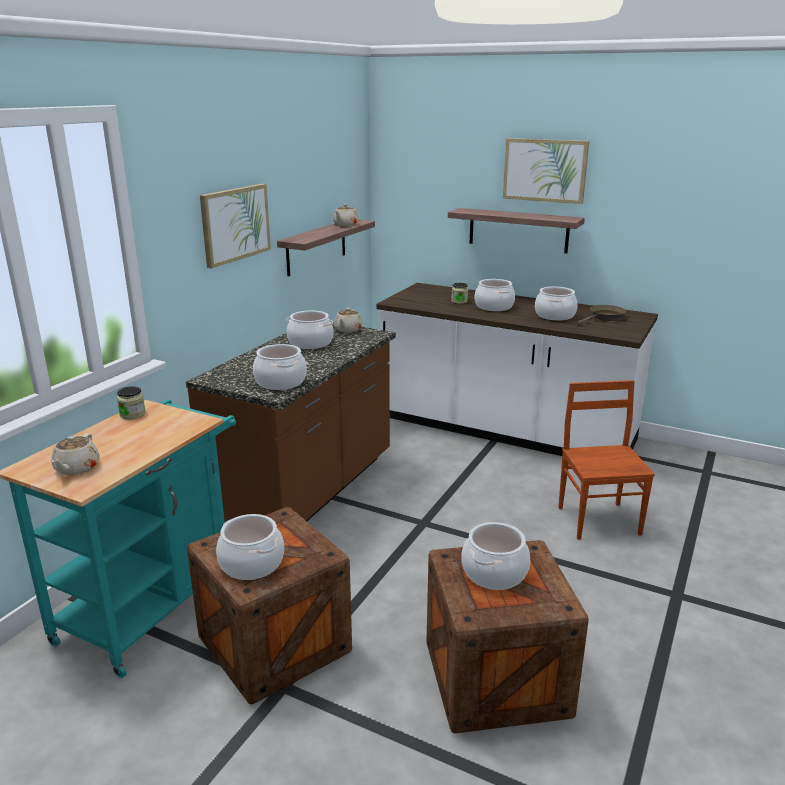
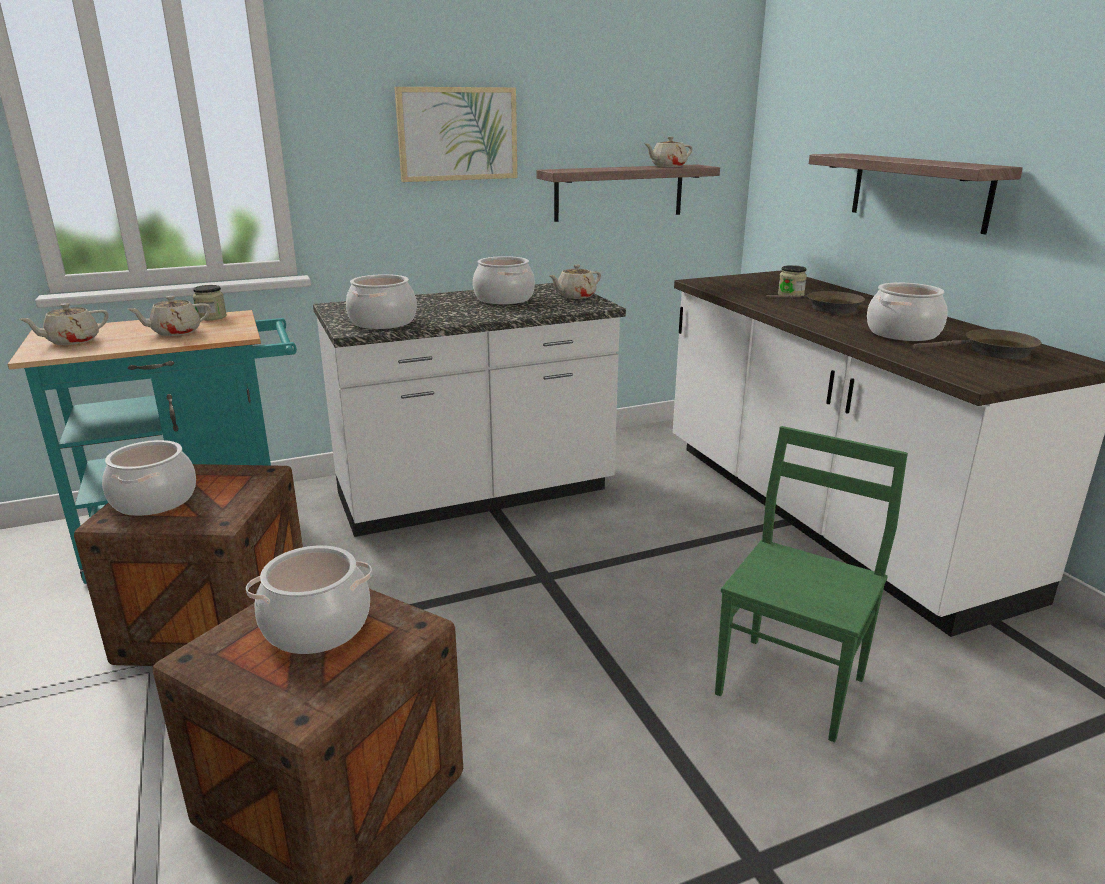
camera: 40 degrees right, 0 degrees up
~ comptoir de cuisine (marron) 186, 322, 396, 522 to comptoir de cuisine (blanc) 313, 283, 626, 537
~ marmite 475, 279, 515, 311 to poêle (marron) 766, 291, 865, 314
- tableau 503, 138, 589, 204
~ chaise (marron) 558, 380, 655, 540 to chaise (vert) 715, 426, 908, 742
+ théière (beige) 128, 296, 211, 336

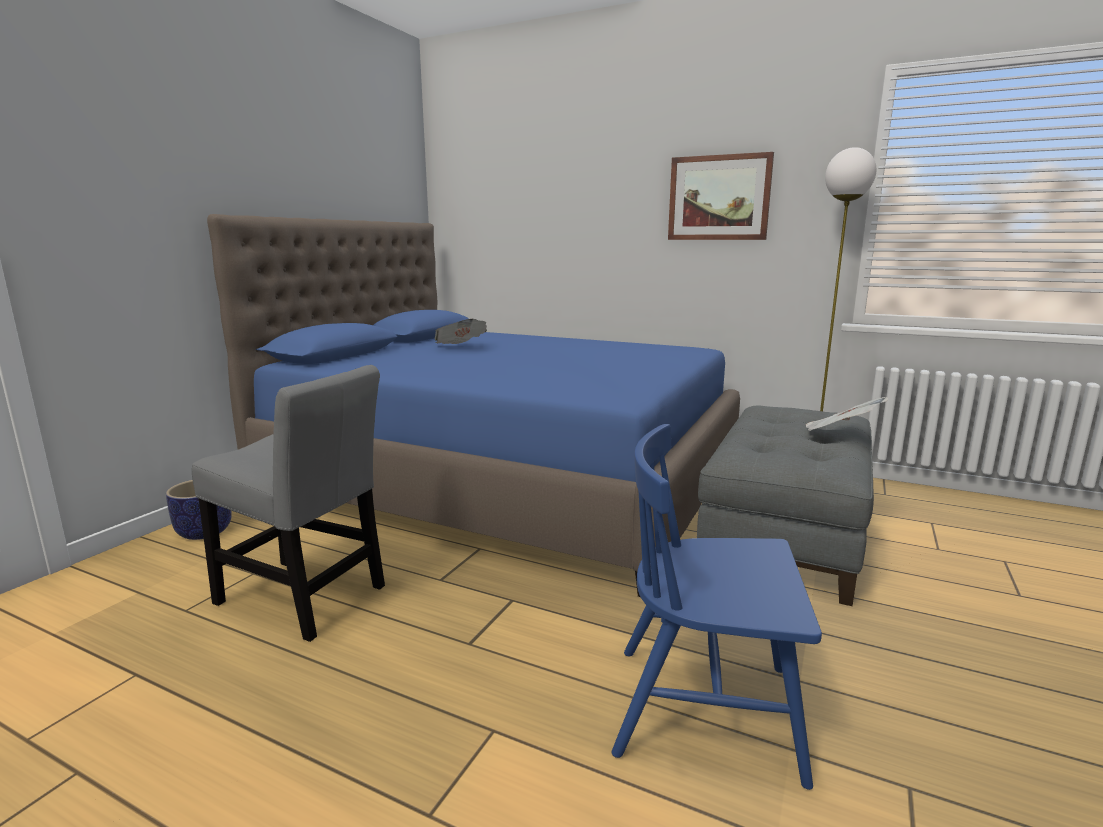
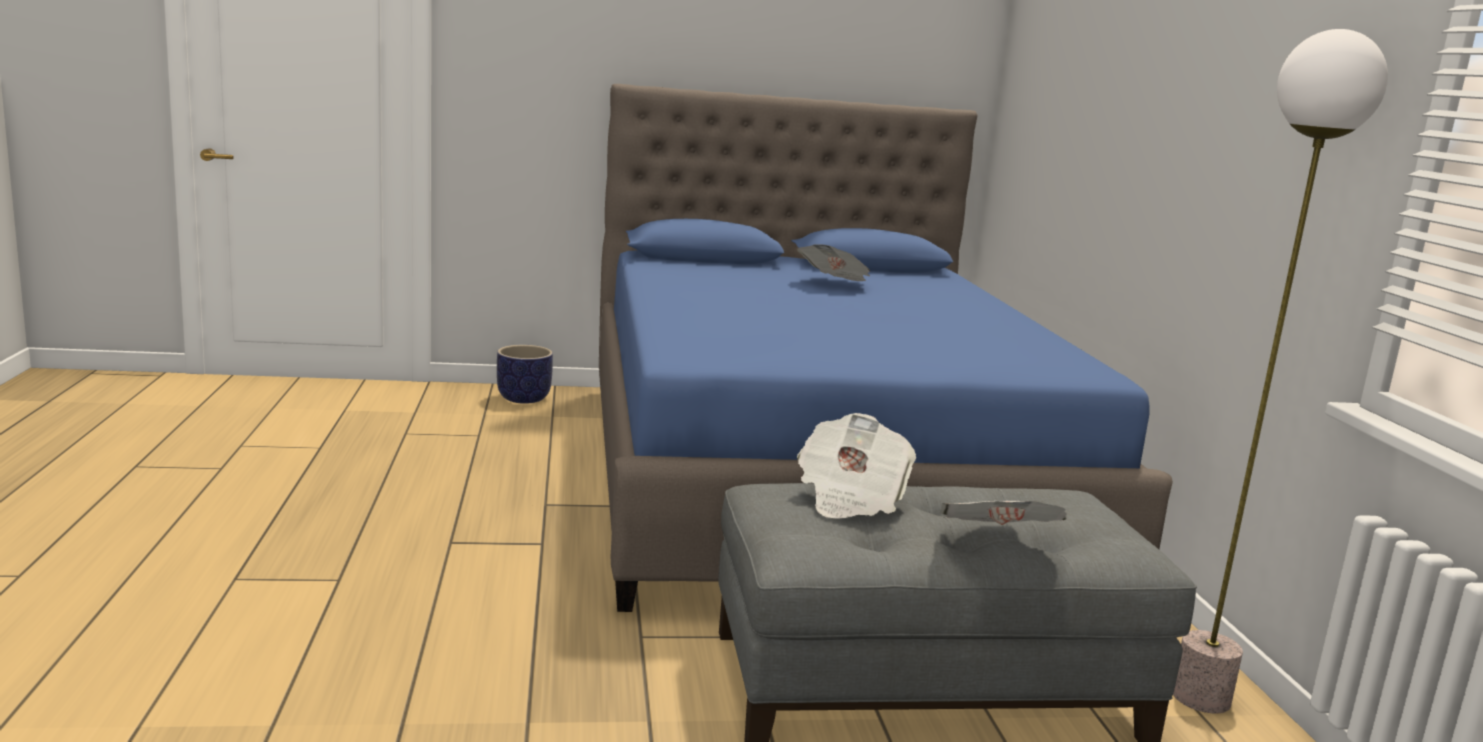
camera: 55 degrees right, 0 degrees up
- chaise (gris) 192, 365, 385, 642
- chaise (bleu) 612, 424, 822, 790
- tableau 668, 152, 774, 240
+ journal 797, 413, 916, 519

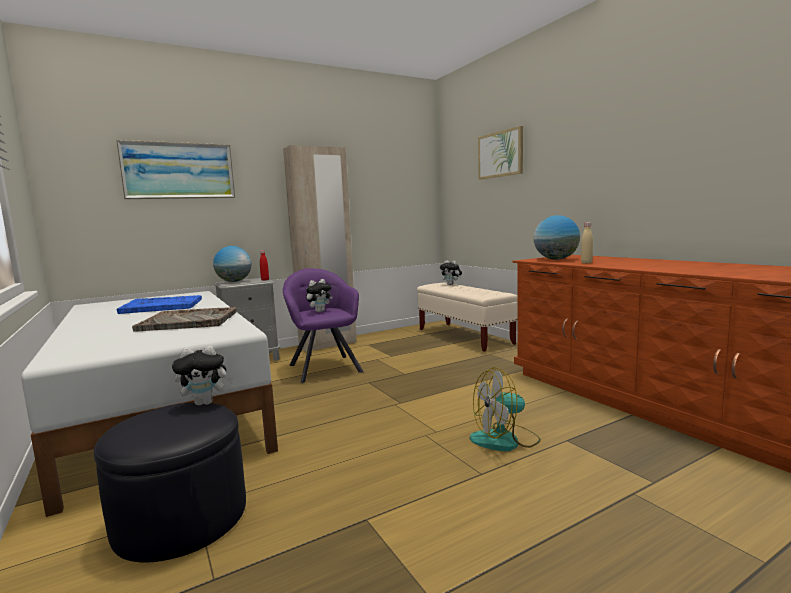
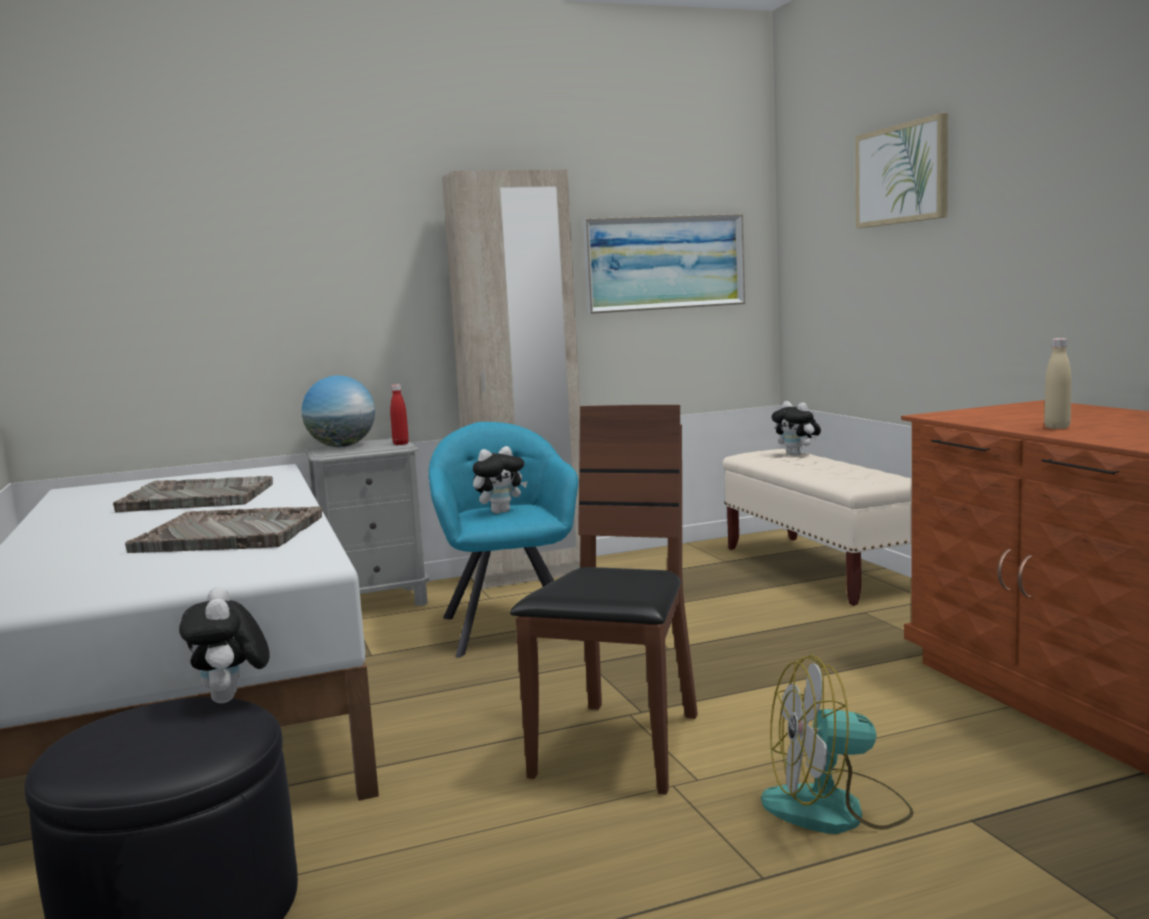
camera: 10 degrees right, 0 degrees up
~ tableau 116, 140, 235, 199 to 583, 214, 745, 314
~ plateau (bleu) 116, 295, 202, 314 to plateau (gris) 113, 476, 273, 513
~ peluche 172, 345, 233, 405 = 179, 586, 270, 703 75 degrees clockwise
~ fauteuil (violet) 283, 268, 364, 383 to fauteuil (turquoise) 429, 422, 581, 658
- globe 534, 215, 580, 260
+ chaise (marron) 510, 405, 698, 795

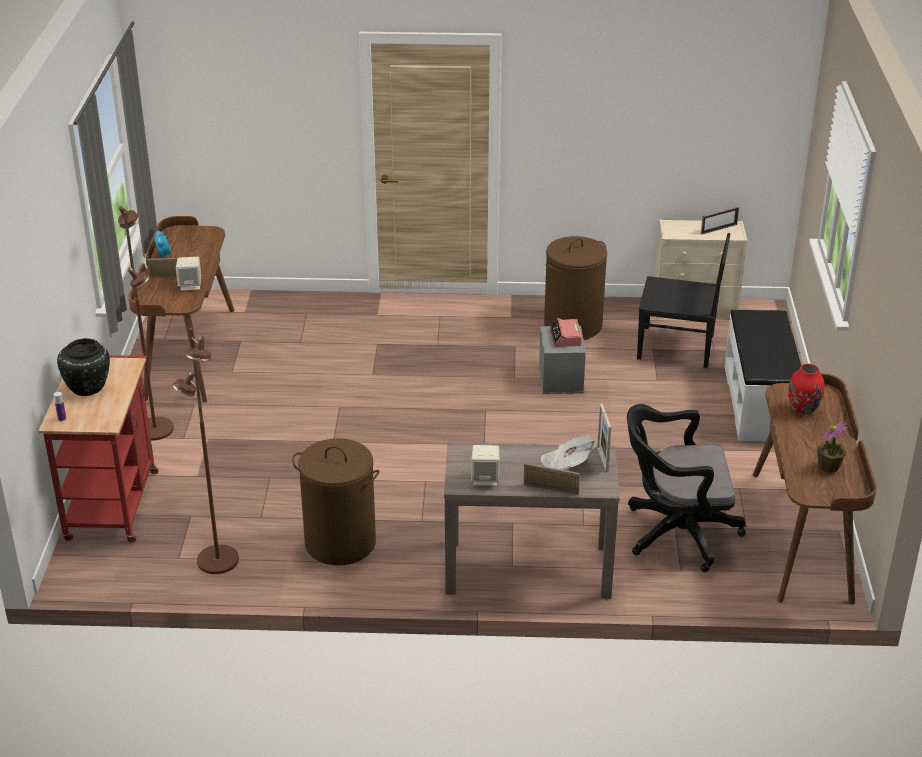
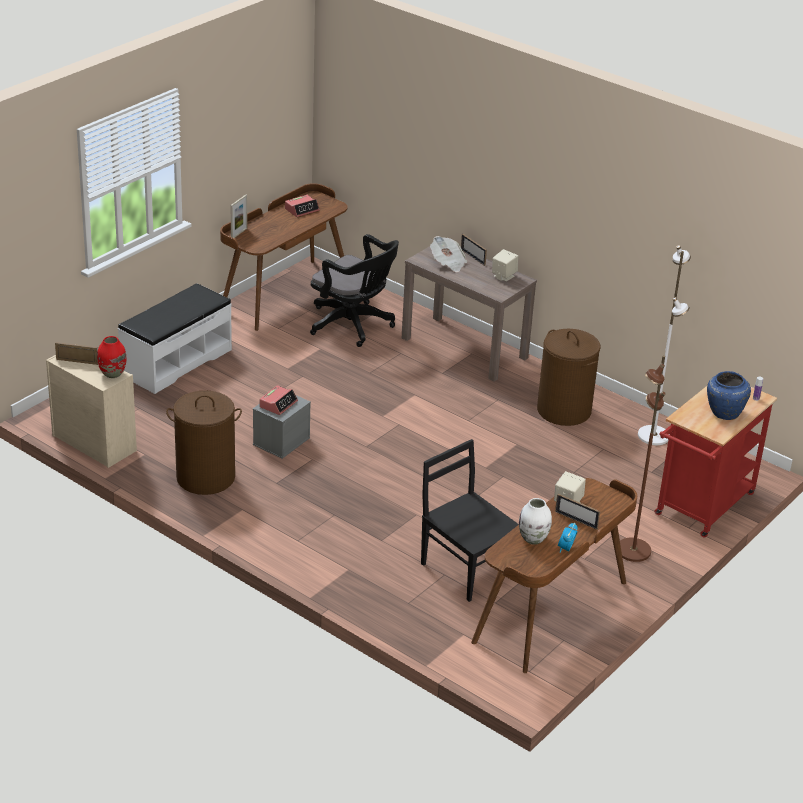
camera: 145 degrees left, 0 degrees up
~ vase (noir) 57, 338, 110, 396 to vase (bleu) 707, 371, 751, 420
~ lampadaire (marron) 173, 328, 239, 574 to lampadaire (blanc) 638, 245, 691, 445
~ cadre photo 597, 404, 611, 472 to 231, 195, 247, 238
~ chaise (noir) 637, 233, 730, 368 to 421, 439, 519, 602
~ vase (rouge) 788, 364, 825, 415 to 97, 336, 127, 378
~ plante en pot 817, 421, 847, 473 to réveil 285, 195, 320, 217
+ vase (blanc) 519, 498, 552, 545

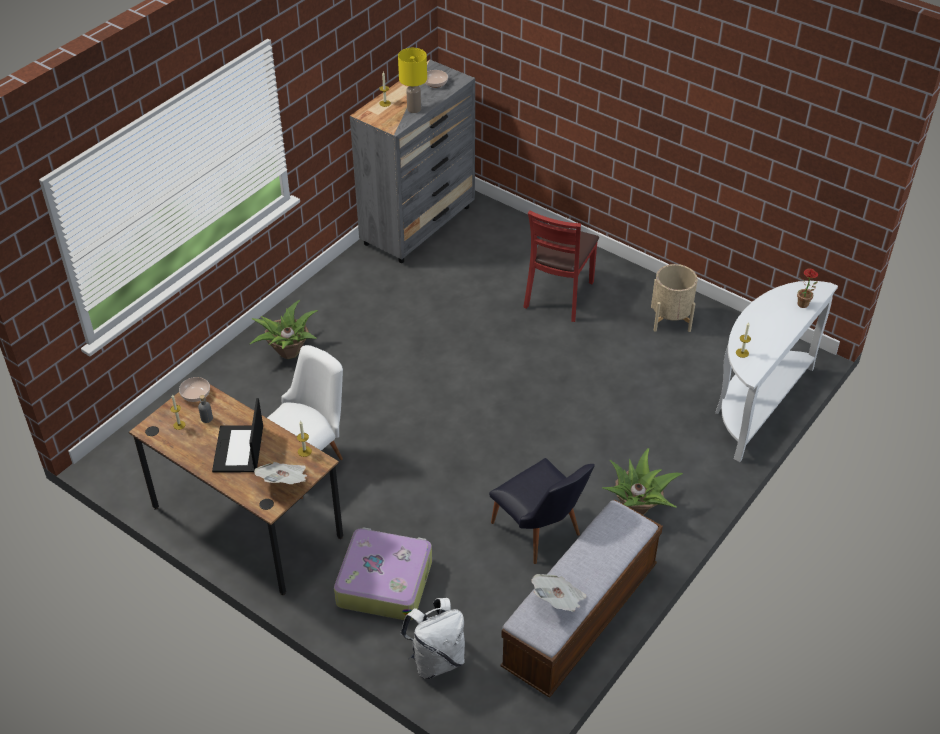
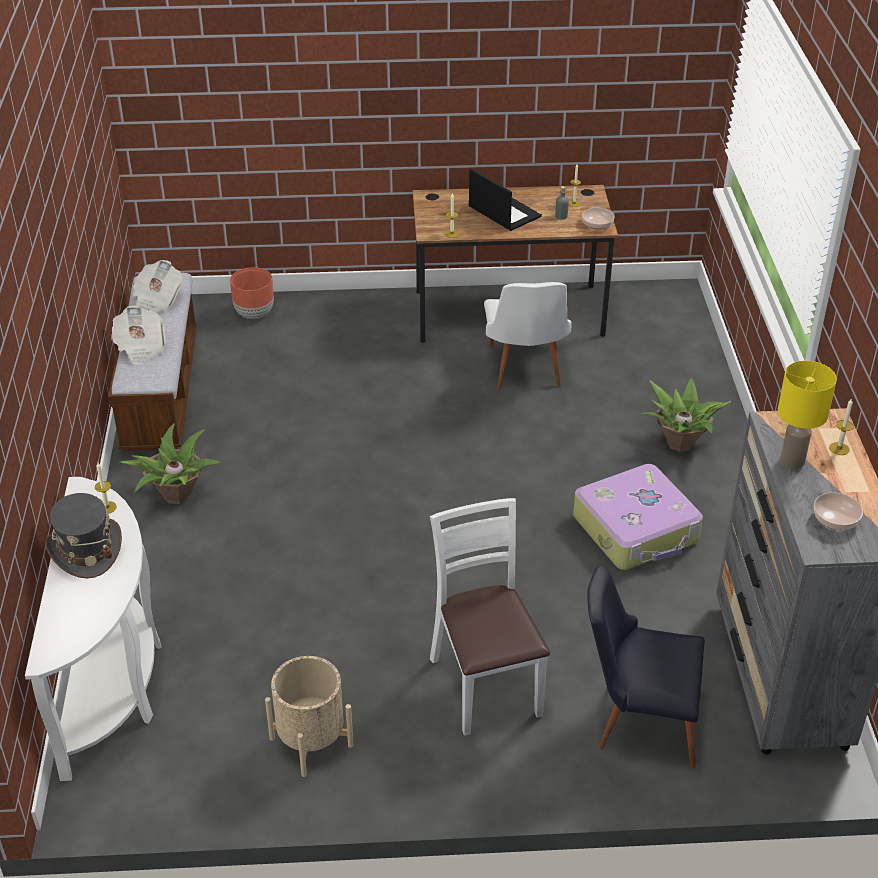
camera: 140 degrees right, 5 degrees down
~ journal 254, 462, 307, 484 to 111, 305, 165, 365
~ valise 334, 527, 432, 620 to 573, 464, 703, 570
~ sac à dos (blanc) 401, 598, 465, 679 to cache-pot (marron) 230, 267, 274, 319
~ chaise (noir) 489, 458, 595, 564 to 587, 565, 705, 768
~ chaise (rouge) 523, 211, 599, 322 to chaise (blanc) 430, 498, 550, 736
- plante en pot 797, 268, 818, 308
+ chapeau (gris) 45, 493, 122, 578

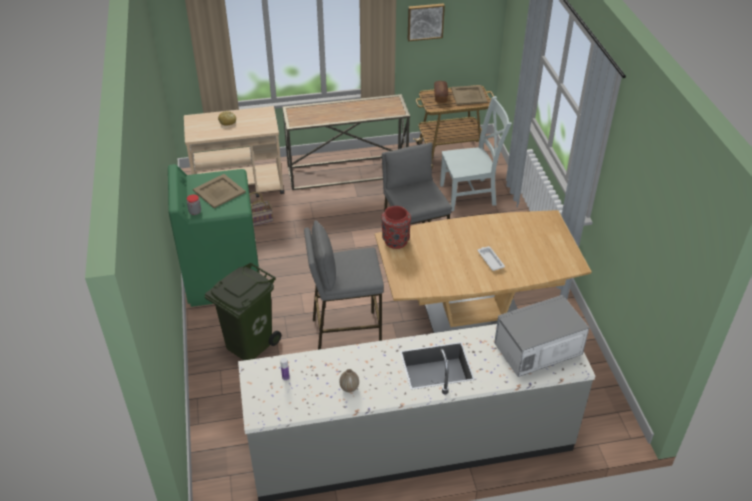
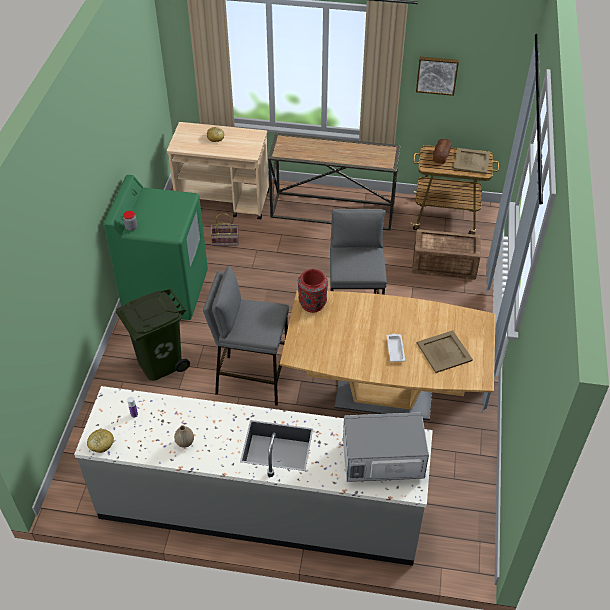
camera: 20 degrees right, 5 degrees up
~ plateau (beige) 193, 174, 246, 208 to 417, 330, 473, 373
~ chaise (gris) 440, 96, 512, 211 to caisse 412, 229, 481, 279
+ pain 87, 429, 114, 453

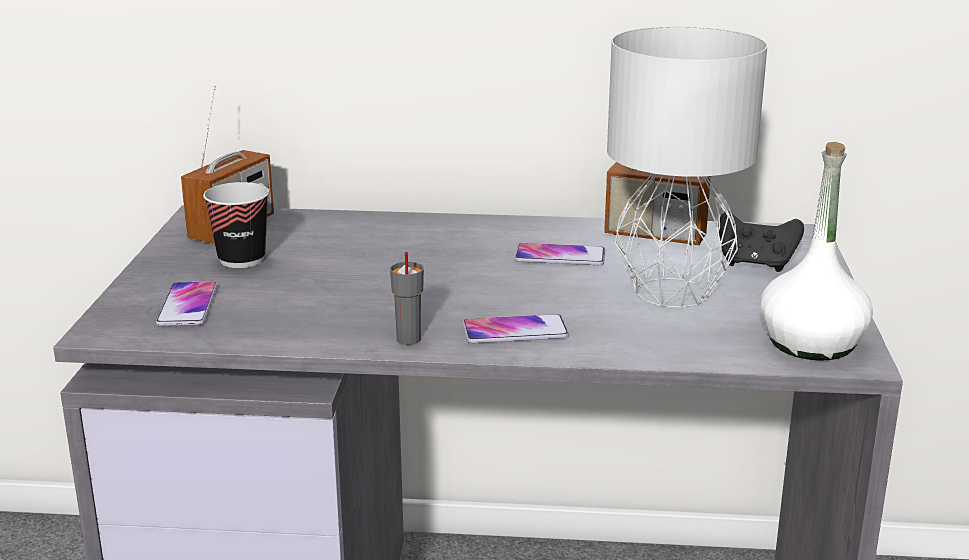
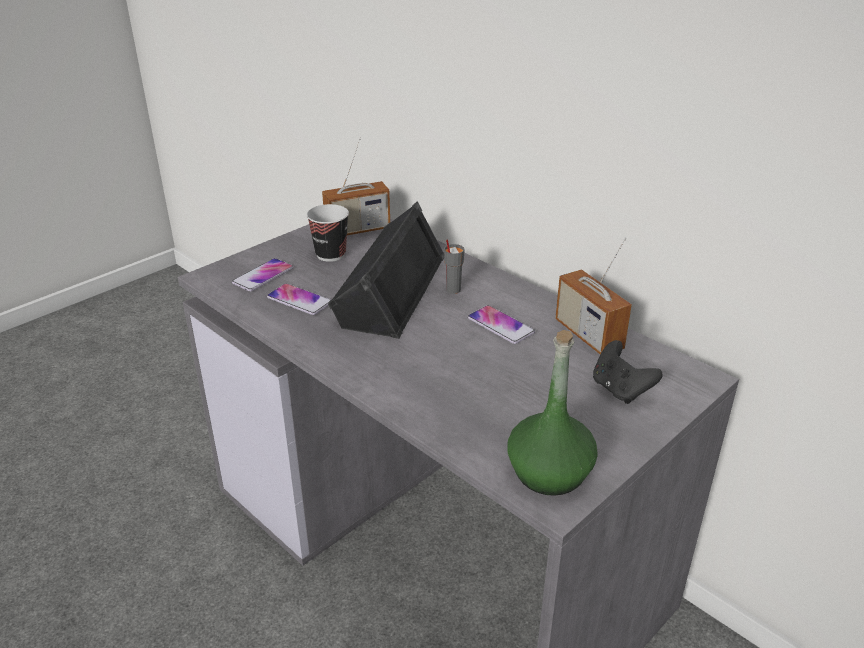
camera: 40 degrees right, 10 degrees up
~ tasse (gris) 390, 252, 424, 345 to 444, 239, 465, 294
~ téléphone 463, 314, 569, 343 to 267, 283, 331, 315
- lampe de table (gris) 607, 26, 768, 308
~ bouteille (blanc) 760, 142, 873, 361 to bouteille (vert) 507, 330, 598, 496
+ enceinte (noir) 328, 201, 444, 339

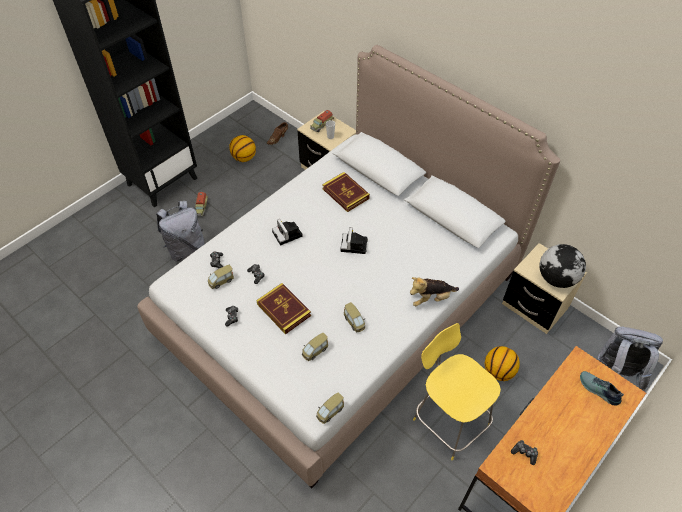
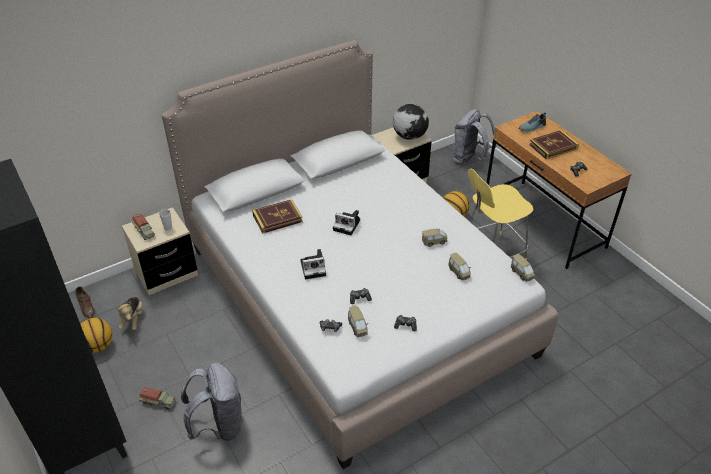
camera: 75 degrees left, 10 degrees down
~ livre 256, 283, 311, 334 to 529, 130, 579, 159
~ peluche 410, 277, 459, 306 to 118, 297, 143, 330

